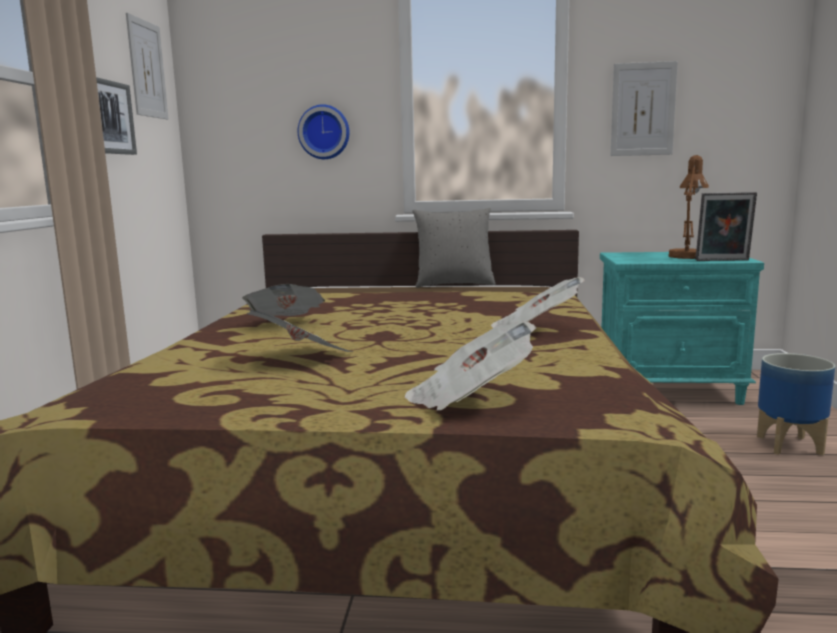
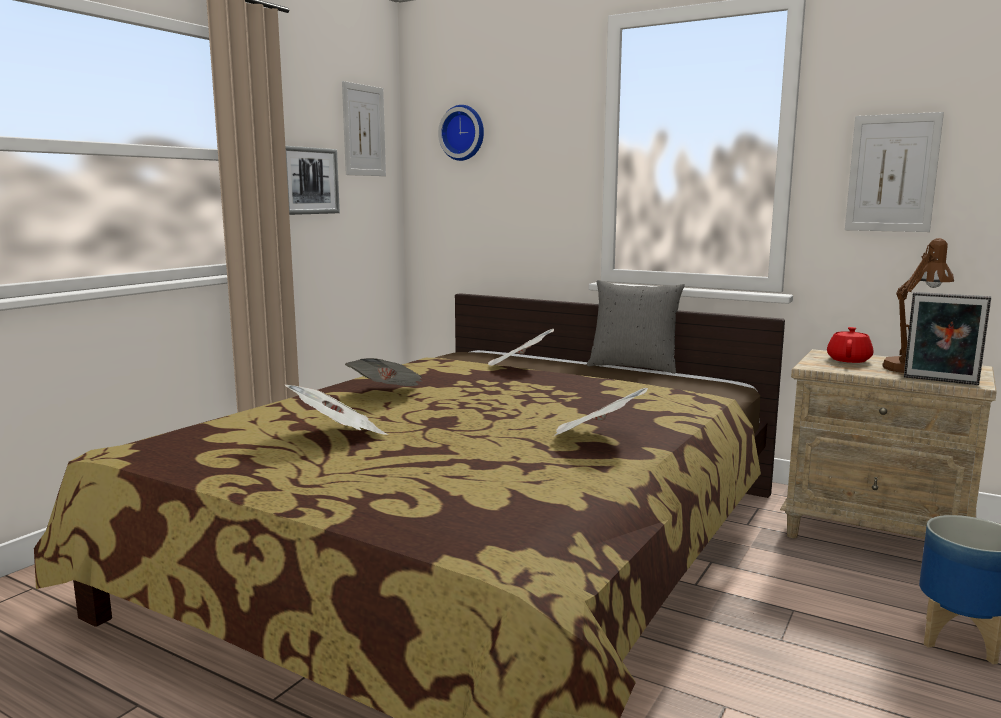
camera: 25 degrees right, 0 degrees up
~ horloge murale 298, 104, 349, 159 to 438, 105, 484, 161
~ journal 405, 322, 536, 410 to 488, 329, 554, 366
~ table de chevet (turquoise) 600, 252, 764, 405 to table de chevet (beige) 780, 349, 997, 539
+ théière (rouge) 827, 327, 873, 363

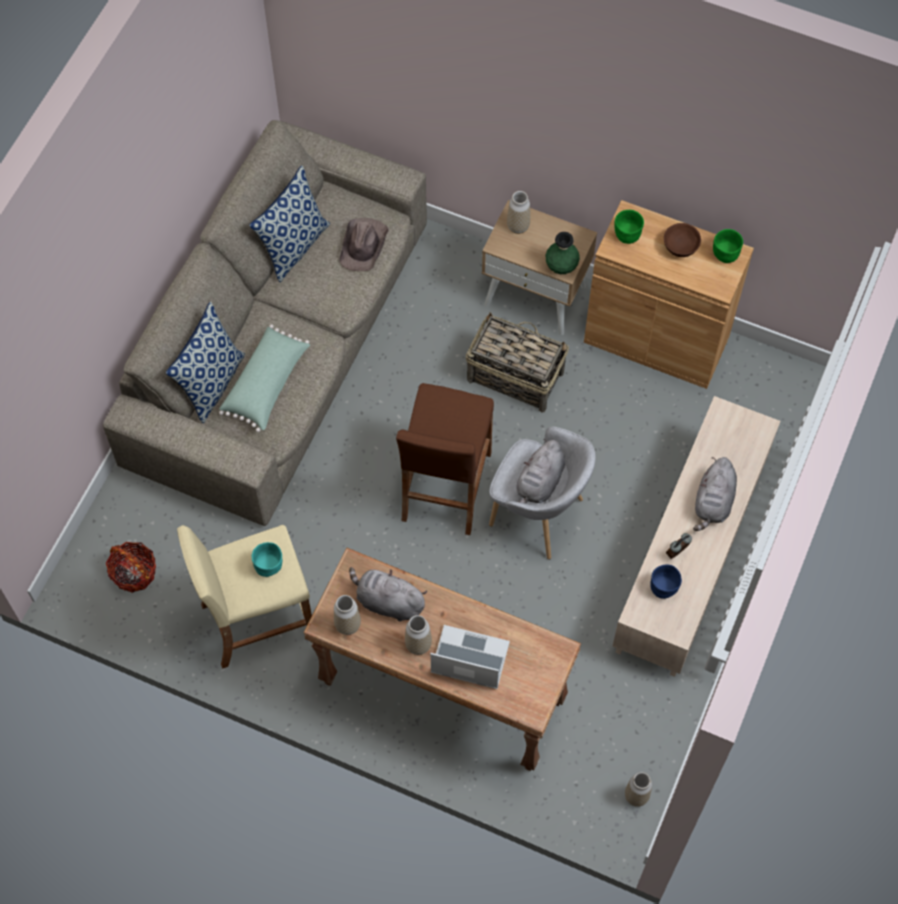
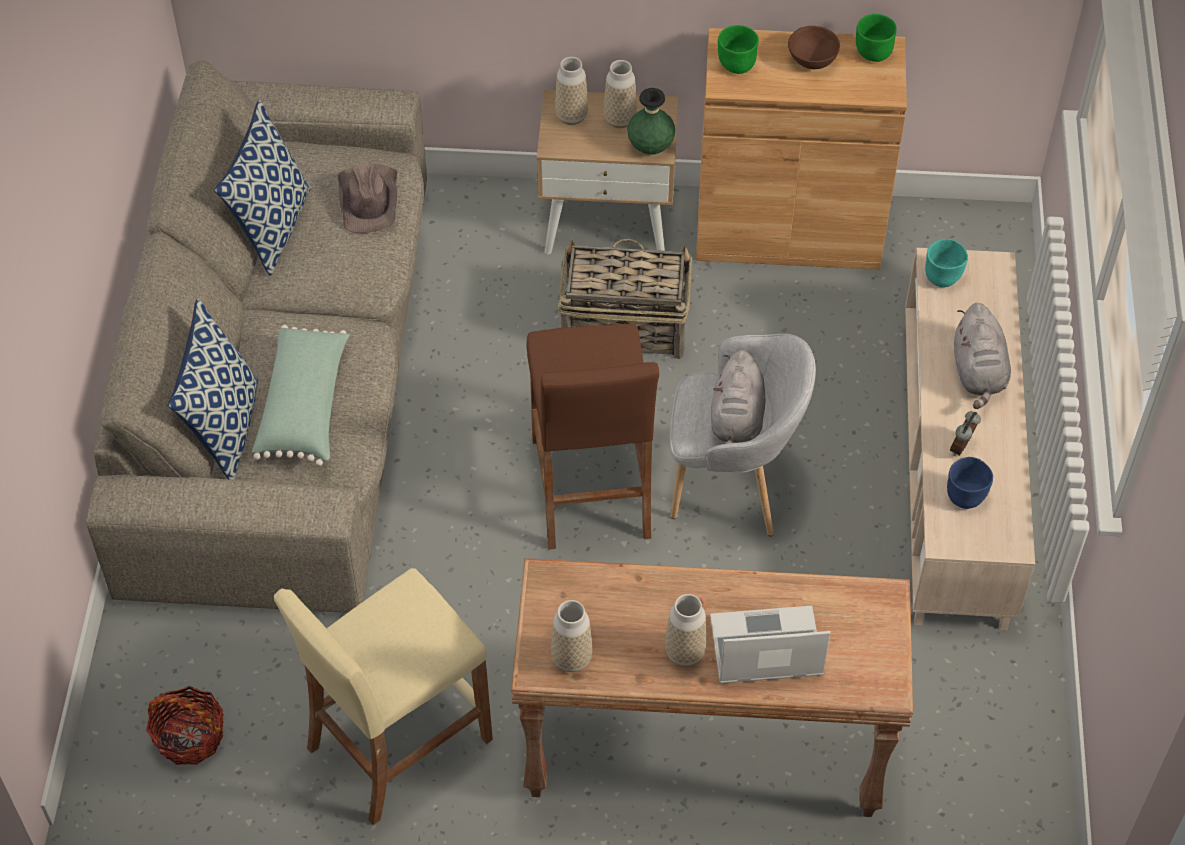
camera: 20 degrees left, 10 degrees down
~ bol (turquoise) 252, 542, 282, 577 to 925, 239, 968, 287
- peluche (gris) 349, 567, 427, 622
~ vase 625, 772, 652, 807 to 604, 60, 637, 128

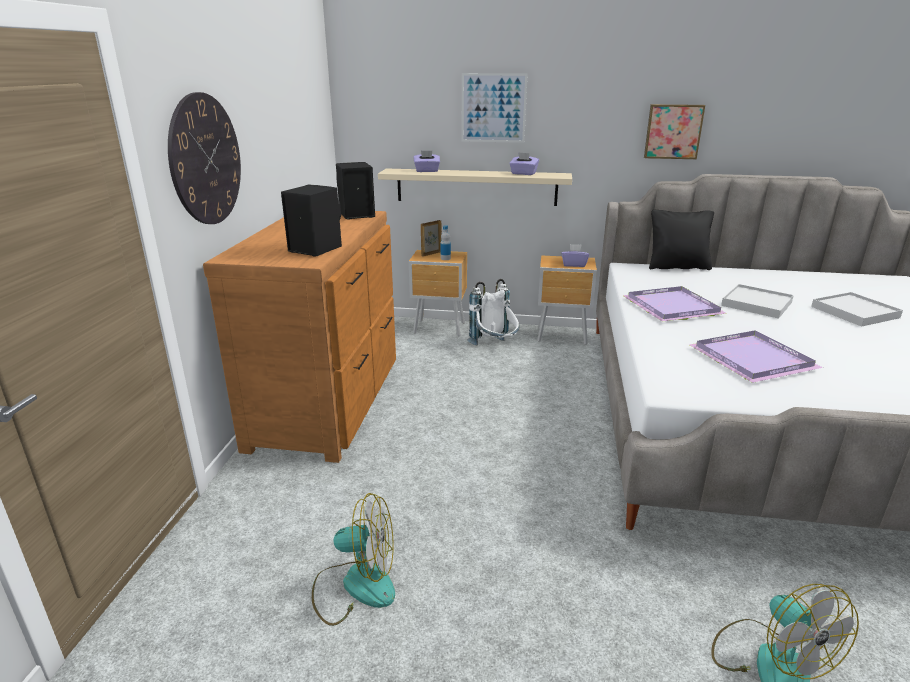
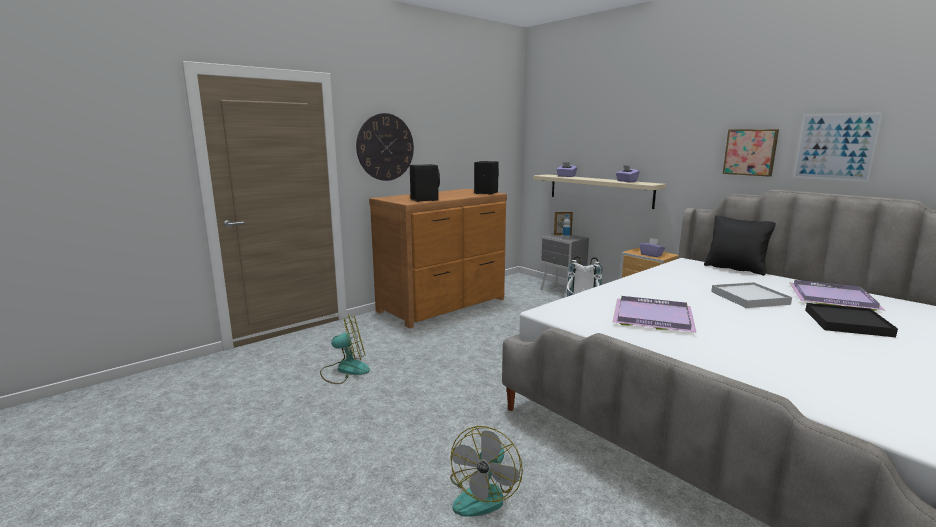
camera: 40 degrees right, 10 degrees down
~ ventilateur 312, 493, 395, 626 = 320, 314, 370, 384 60 degrees counterclockwise
~ table de chevet (marron) 409, 250, 467, 337 to table de chevet (gris) 540, 233, 589, 290
~ tableau 462, 73, 528, 143 to 793, 112, 884, 182
~ plateau (violet) 622, 286, 727, 322 to 789, 280, 886, 311
~ plateau (blanc) 811, 292, 903, 327 to plateau (noir) 805, 303, 898, 337

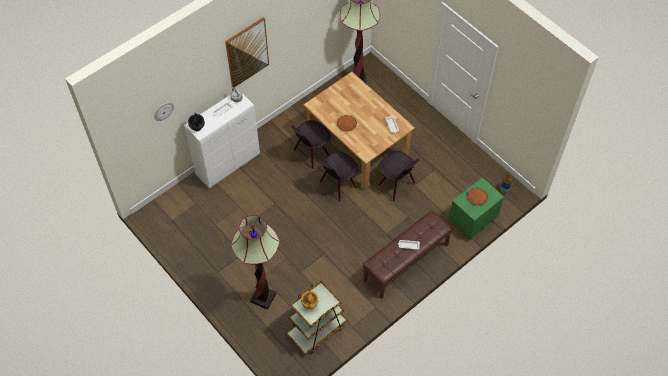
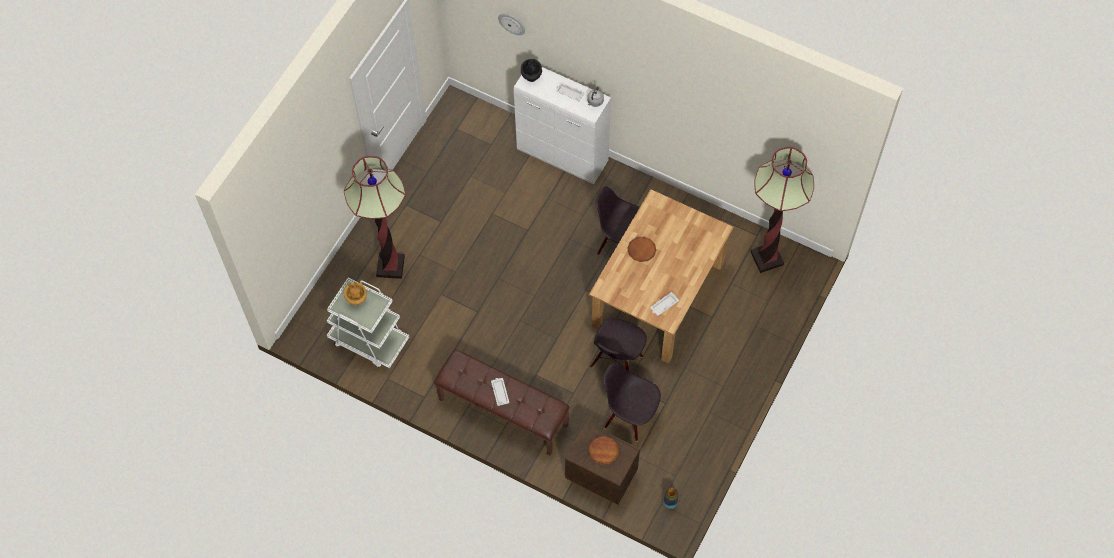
camera: 70 degrees right, 5 degrees up
- tableau 225, 18, 269, 88
~ chariot (marron) 286, 281, 348, 355 to chariot (blanc) 327, 278, 409, 369
~ chaise (noir) 319, 151, 359, 202 to 603, 362, 661, 441
~ table de chevet (vert) 449, 177, 504, 240 to table de chevet (marron) 565, 422, 640, 504

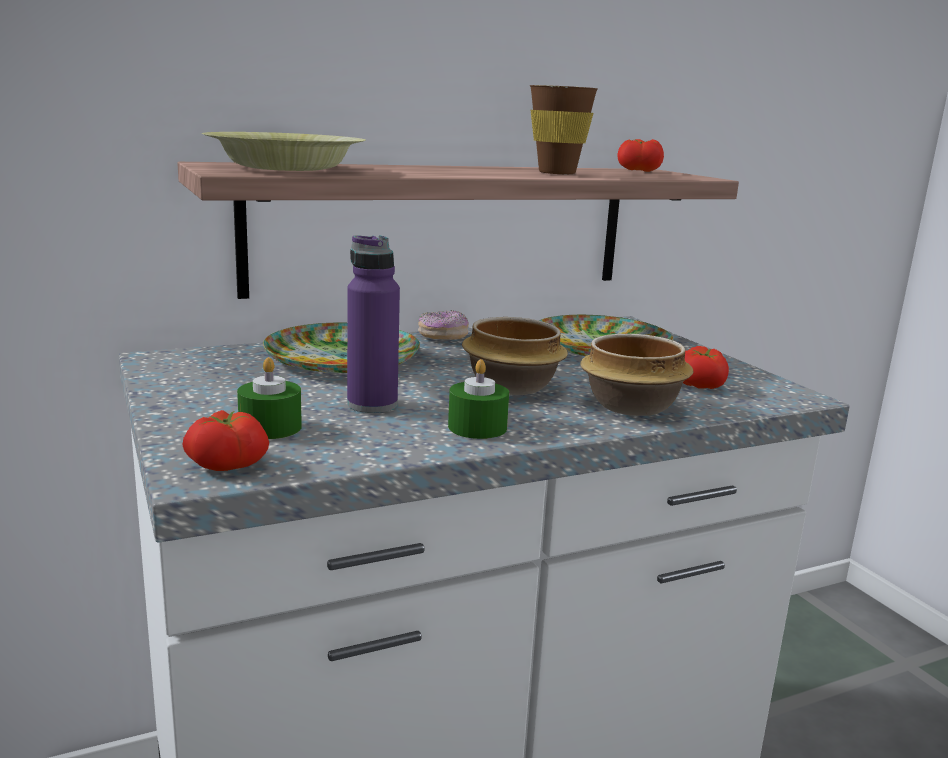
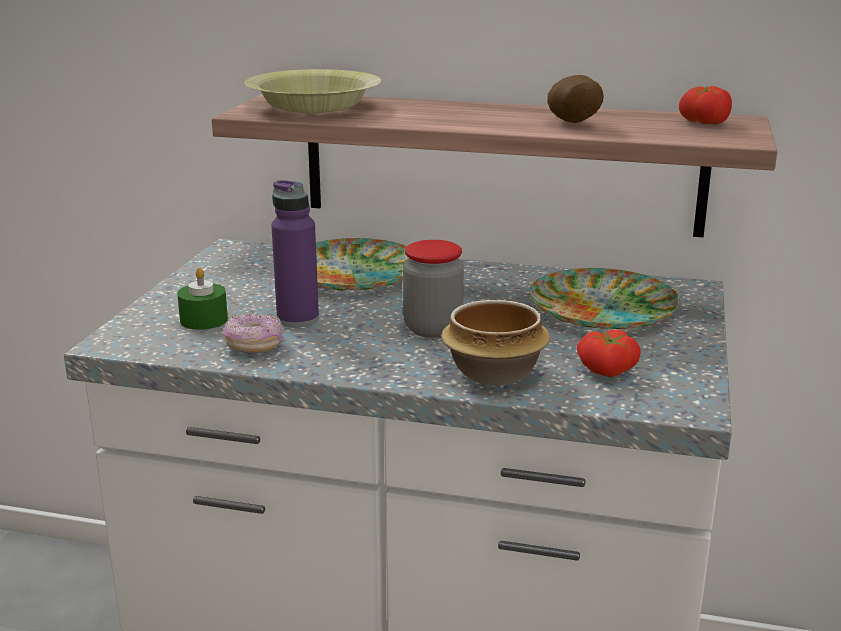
camera: 40 degrees right, 5 degrees up
- tomate 182, 410, 269, 471
~ beignet 418, 310, 469, 340 to 223, 314, 283, 352
- bougie (vert) 448, 359, 509, 439
~ bol 462, 317, 568, 395 to bocal 403, 240, 464, 338
~ tasse (marron) 530, 85, 598, 174 to pomme de terre 547, 75, 604, 123

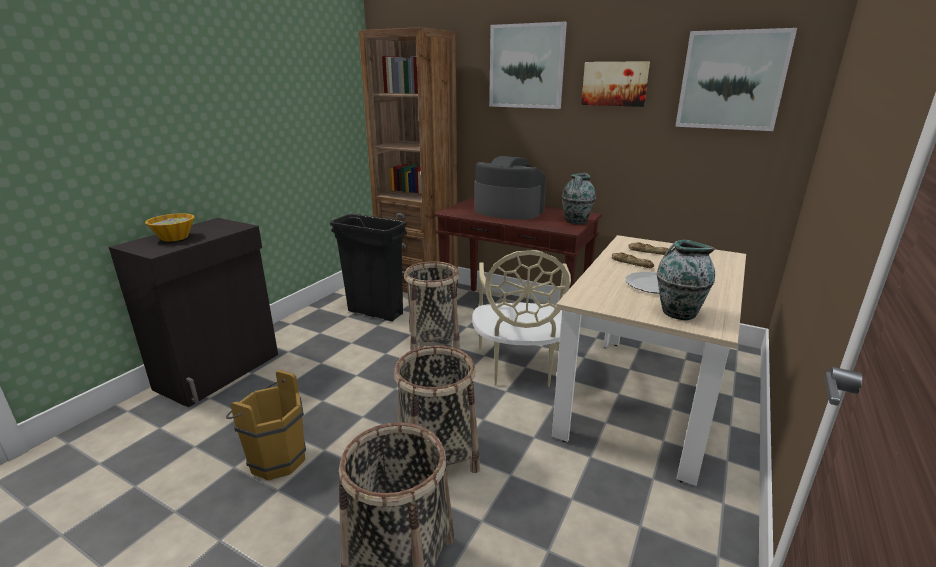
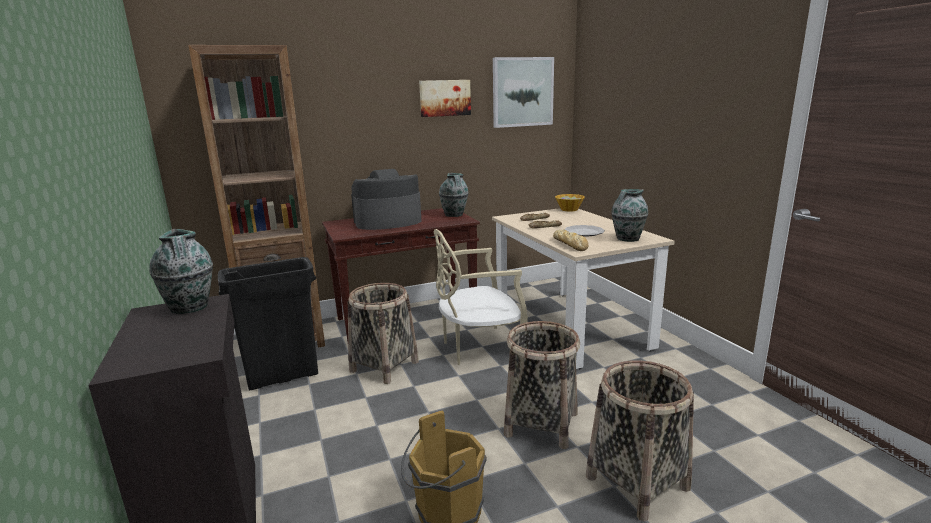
camera: 50 degrees left, 5 degrees down
~ bol 145, 214, 195, 242 to 555, 194, 585, 211
~ chaise (beige) 472, 250, 571, 387 = 434, 229, 528, 365 120 degrees clockwise
- tableau 489, 22, 567, 109
+ vase 149, 229, 213, 314
+ pain 553, 229, 588, 251

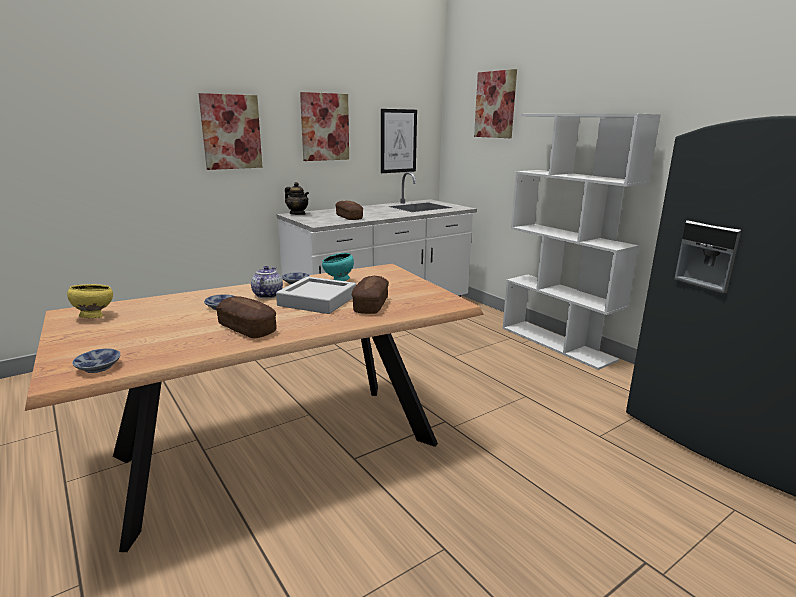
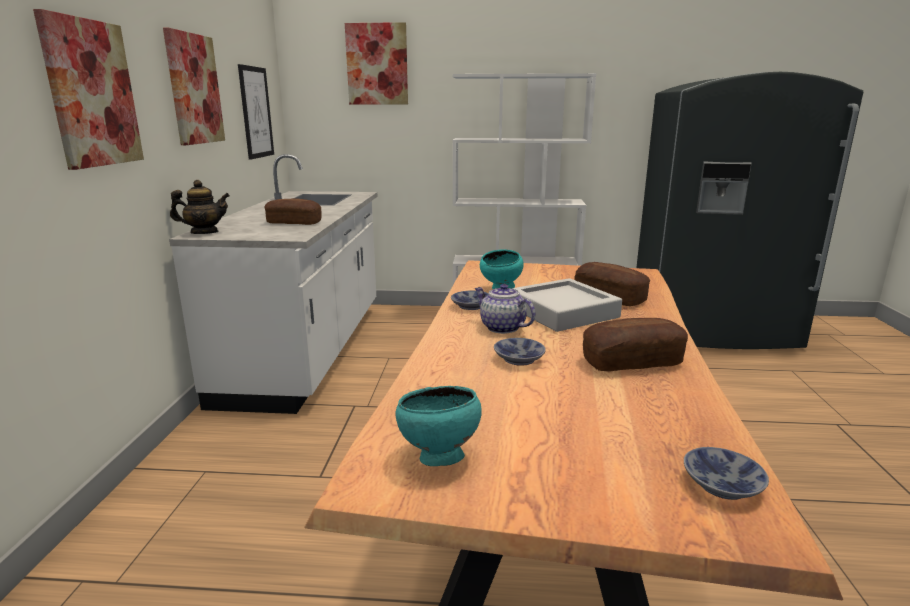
camera: 50 degrees left, 0 degrees up
~ bol (jaune) 67, 284, 113, 318 to bol (turquoise) 395, 386, 481, 466

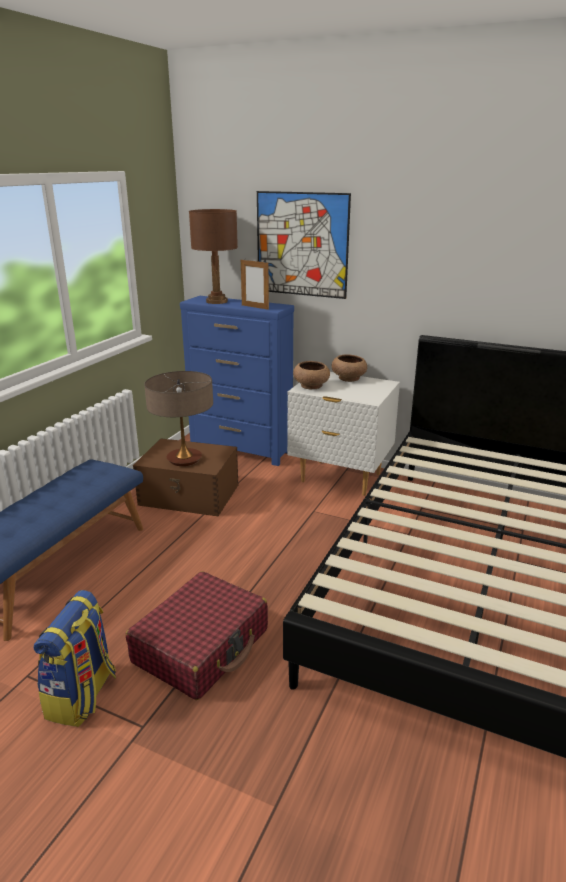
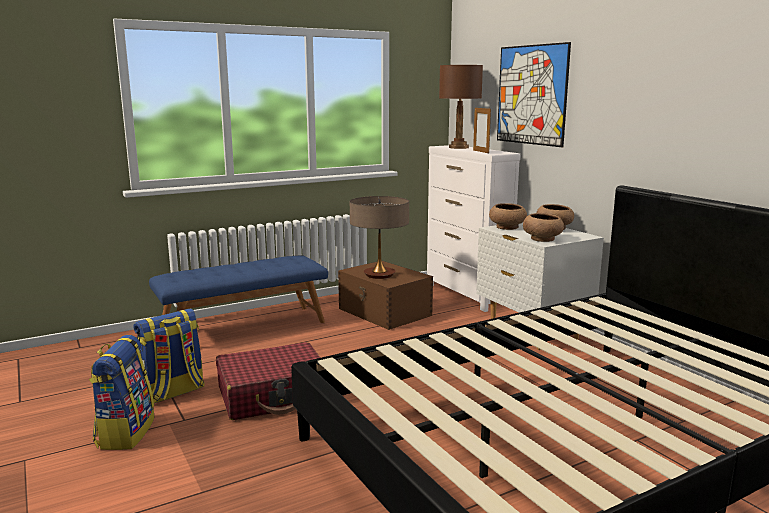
camera: 35 degrees right, 10 degrees down
~ commode (bleu) 180, 296, 294, 466 to commode (blanc) 427, 145, 520, 312
+ sac à dos 89, 335, 155, 450
+ bol (marron) 523, 213, 564, 242

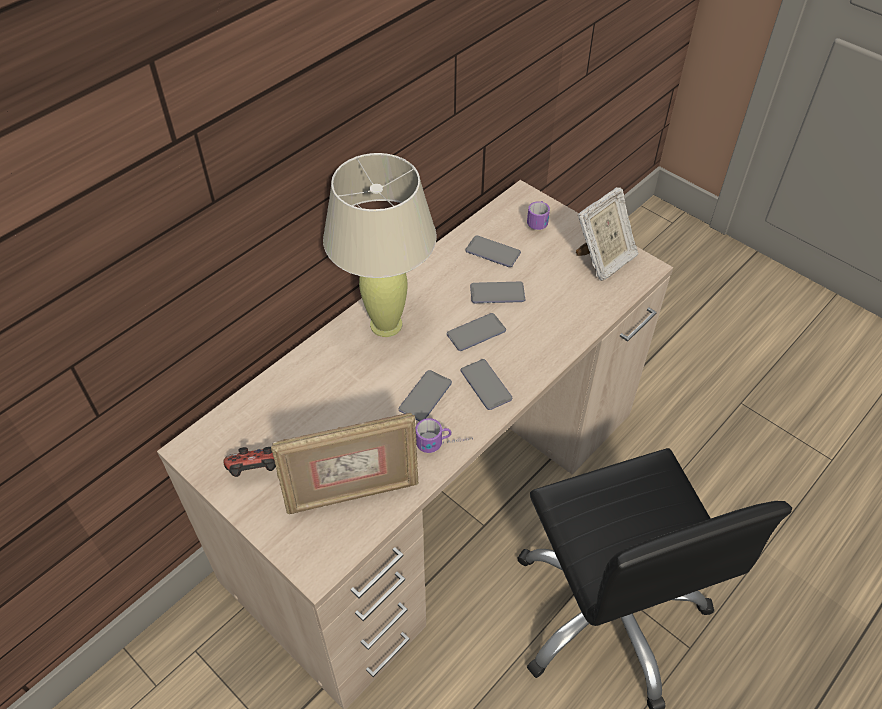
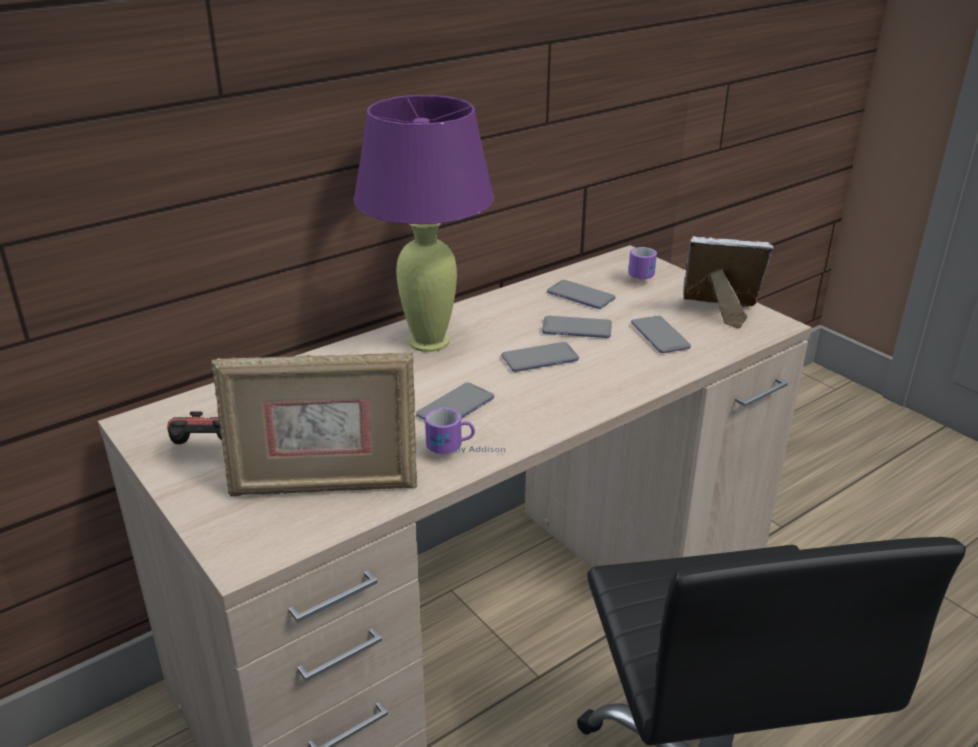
camera: 10 degrees right, 20 degrees down
~ lampe de table (beige) 323, 153, 437, 337 to lampe de table (violet) 354, 95, 494, 352
~ téléphone 461, 359, 512, 410 to 631, 316, 691, 353
~ cadre photo 576, 187, 639, 281 = 683, 236, 774, 329 135 degrees counterclockwise

